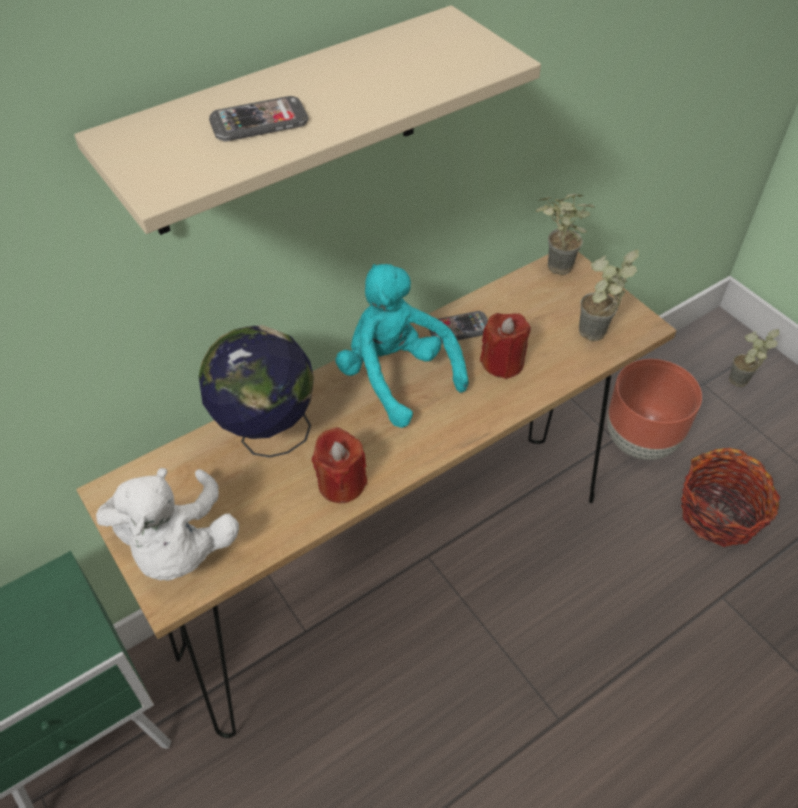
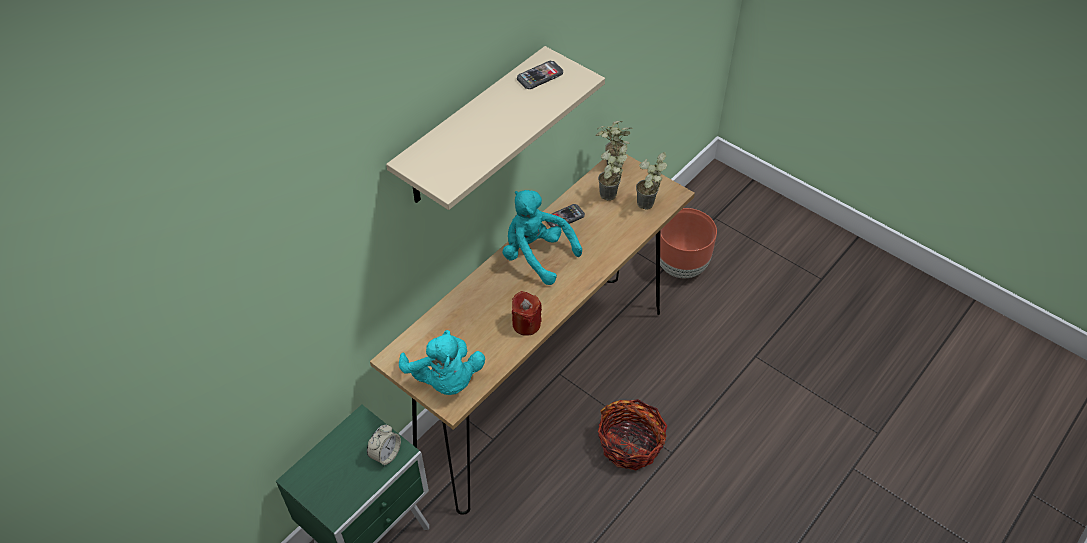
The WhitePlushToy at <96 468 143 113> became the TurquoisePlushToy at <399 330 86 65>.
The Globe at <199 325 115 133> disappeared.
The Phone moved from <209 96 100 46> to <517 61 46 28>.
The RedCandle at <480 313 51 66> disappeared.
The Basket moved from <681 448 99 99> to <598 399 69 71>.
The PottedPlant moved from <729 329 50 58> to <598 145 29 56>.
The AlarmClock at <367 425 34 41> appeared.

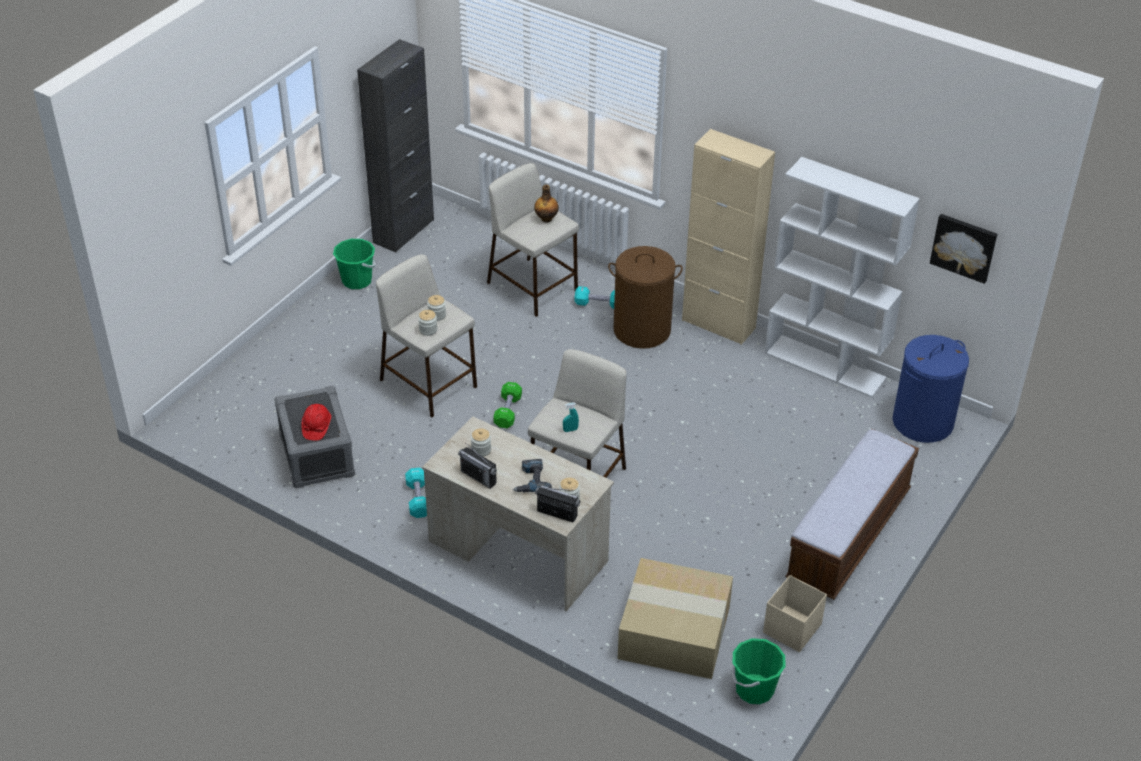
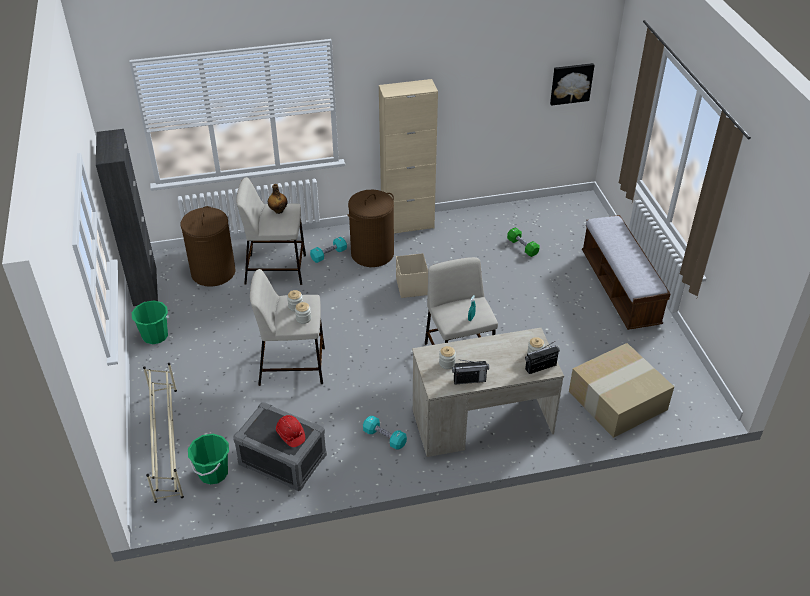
The GreenDumbbell moved from <494 382 28 46> to <507 227 33 30>.
The PowerDrill at <513 459 39 33> disappeared.
The GreenBucket moved from <731 638 55 66> to <188 434 41 51>.
The BeigeStorageBox moved from <763 575 64 77> to <396 253 32 45>.
The WhiteBookcase at <764 157 156 241> disappeared.
The BlueLaundryBasket at <892 335 77 108> disappeared.
The BeigeShoeRack at <143 363 41 140> appeared.
The BrownLaundryBasket at <181 206 55 81> appeared.

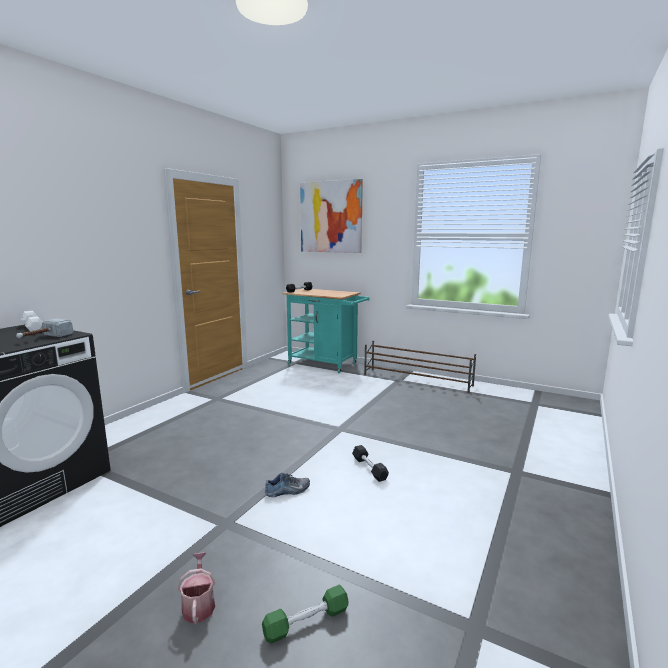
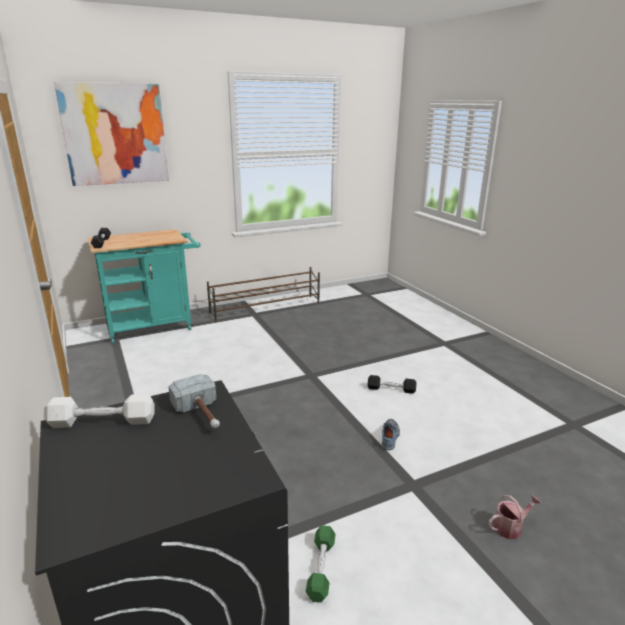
The WateringCan at <178 552 37 72> turned 135 degrees clockwise.
The GreenDumbbell moved from <262 585 87 59> to <306 525 30 78>.

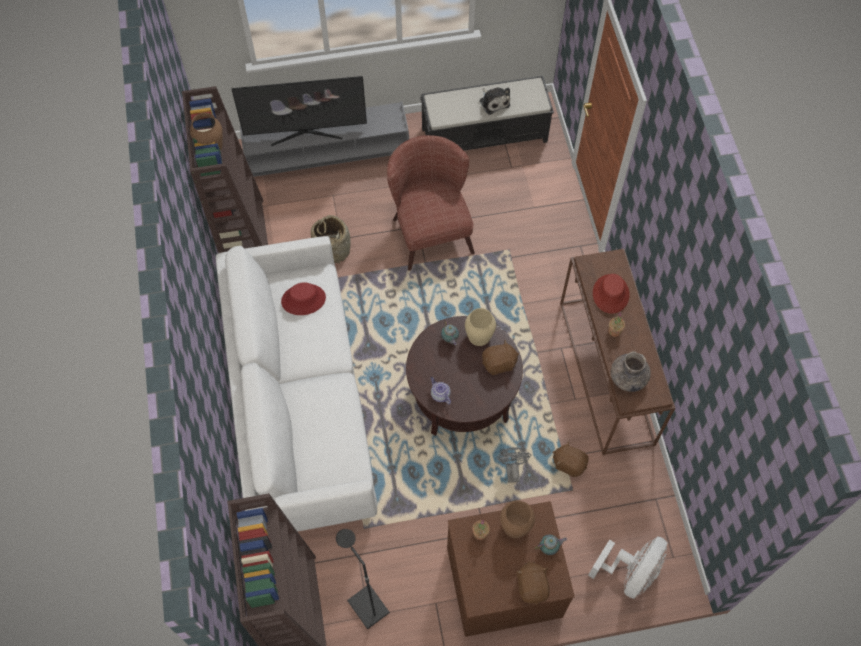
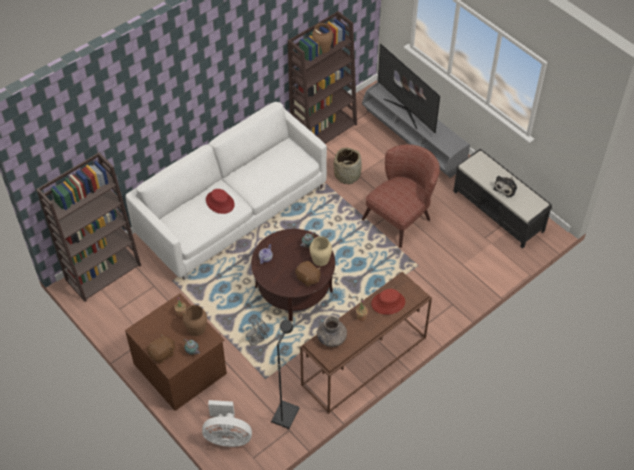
The RedHat moved from <281 282 45 33> to <206 189 28 25>.
The BlackFloorLamp moved from <336 529 54 100> to <271 320 29 109>.
The BrownPlushToy at <552 441 37 36> disappeared.

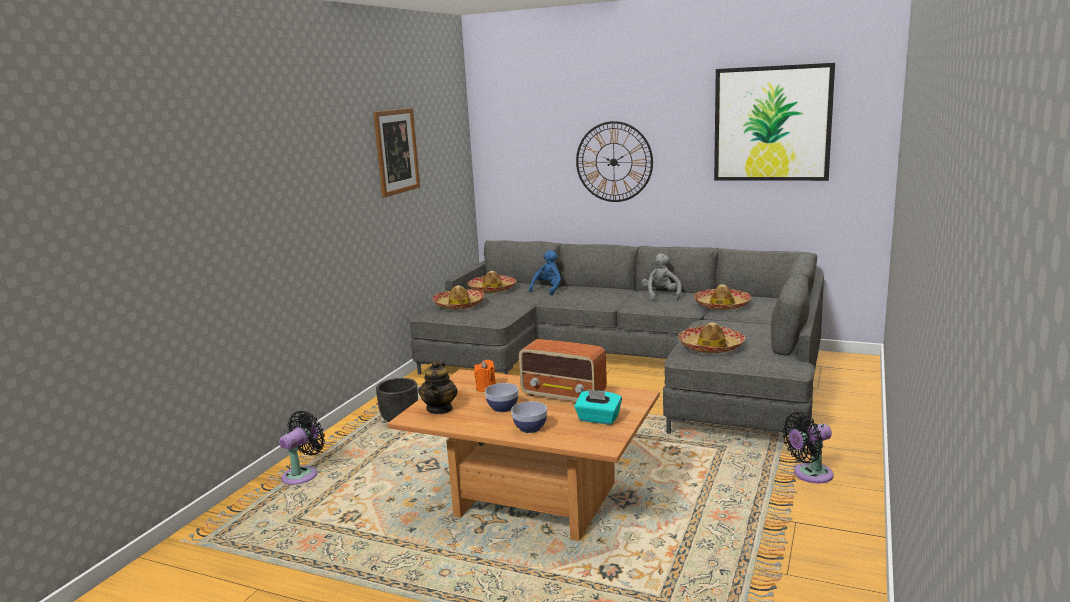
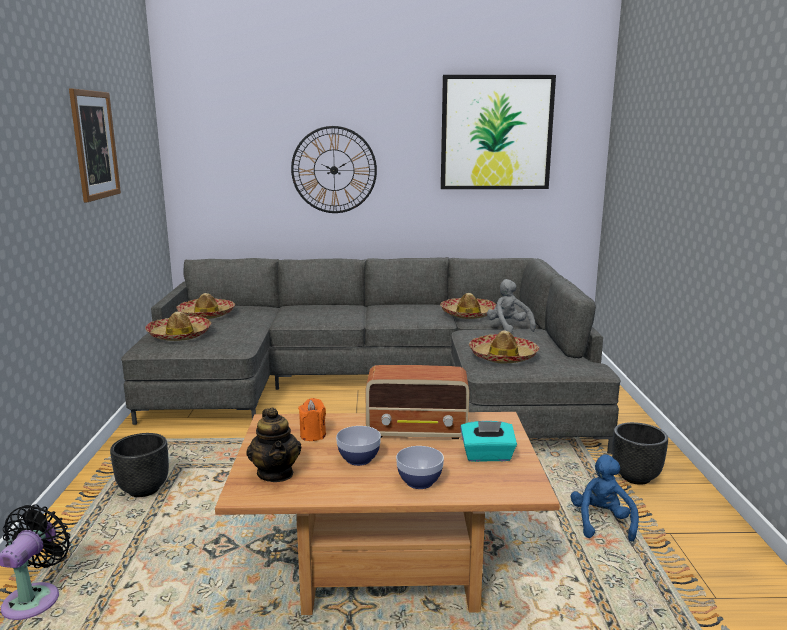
The BluePlushToy moved from <529 250 32 45> to <571 455 68 87>.
The GreyPlushToy moved from <642 253 40 47> to <487 279 49 54>.
The BlackFan at <782 412 52 71> was replaced by the BlackPlanter at <612 422 56 63>.

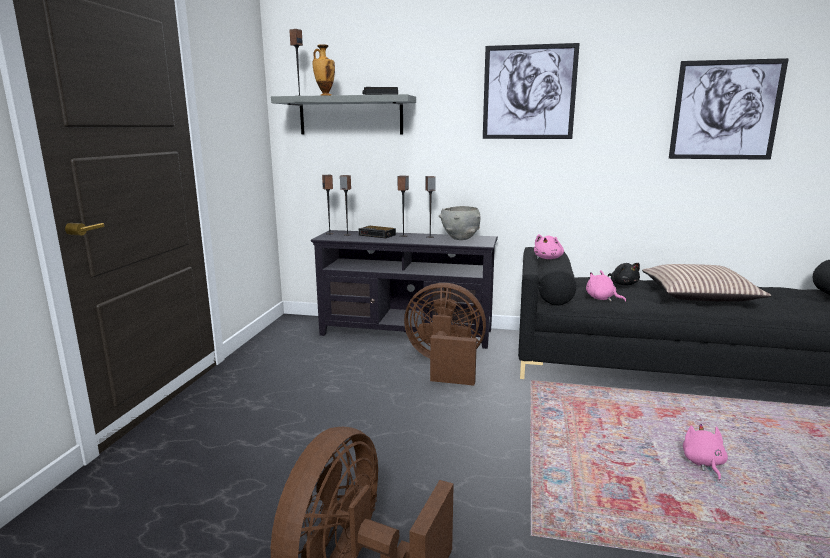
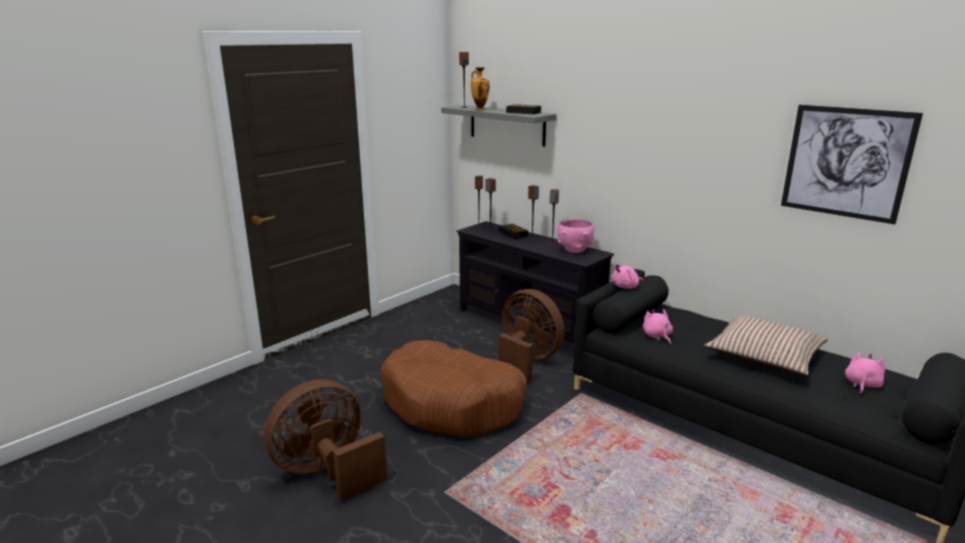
The GreyBowl at <439 206 41 34> became the PinkBowl at <556 219 39 34>.
The Picture at <483 43 97 96> disappeared.
The BlackPlushToy at <608 263 32 23> disappeared.
The PinkPlushToy moved from <683 423 45 58> to <845 352 40 42>.
The BrownDogBed at <380 340 148 97> appeared.

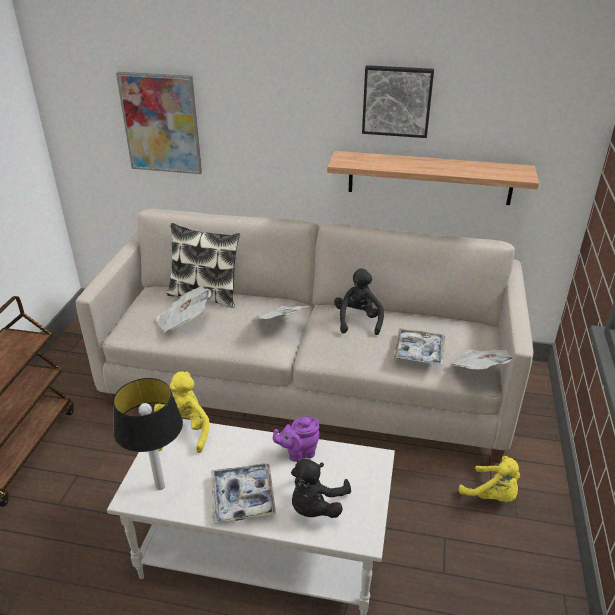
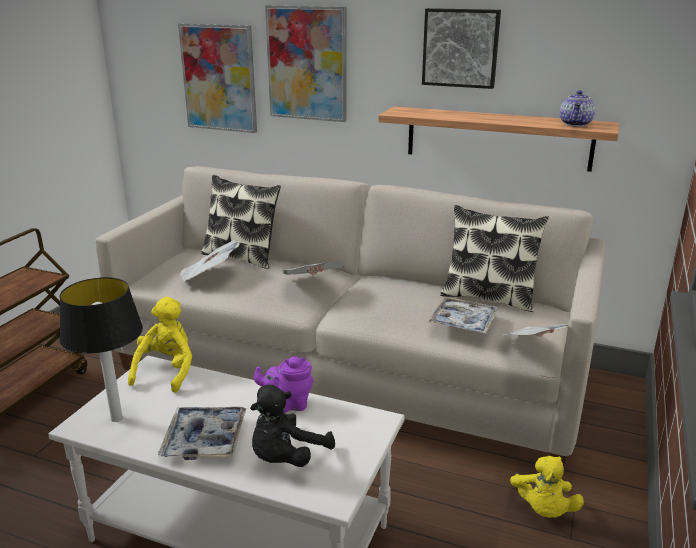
The BlackPlushToy at <334 269 50 66> disappeared.
The YellowPlushToy at <459 456 61 46> turned 45 degrees clockwise.
The Picture at <265 5 82 117> appeared.
The Pillow at <440 205 109 107> appeared.
The Teapot at <560 90 35 37> appeared.

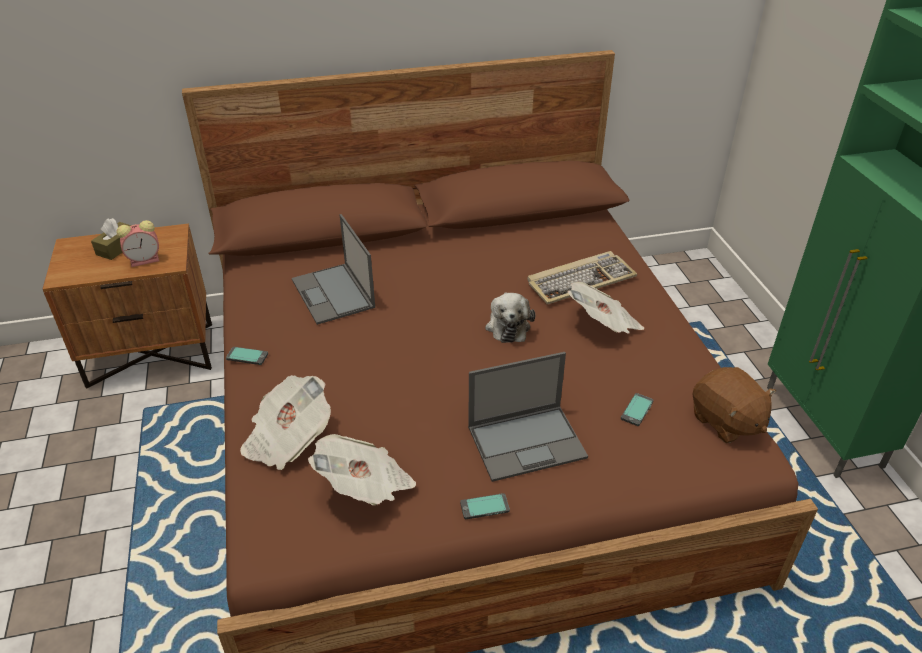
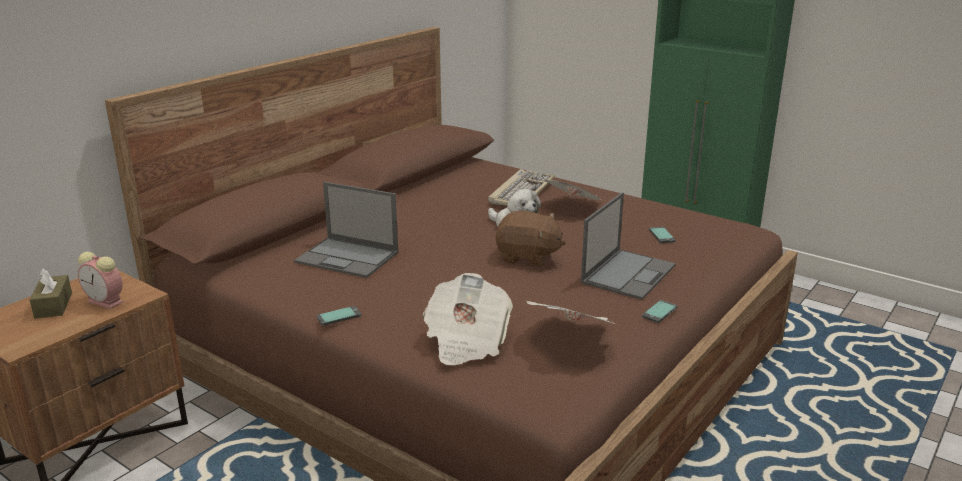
The AlarmClock at <116 220 43 47> turned 90 degrees clockwise.
The BrownPlushToy moved from <693 367 83 76> to <496 211 70 56>.

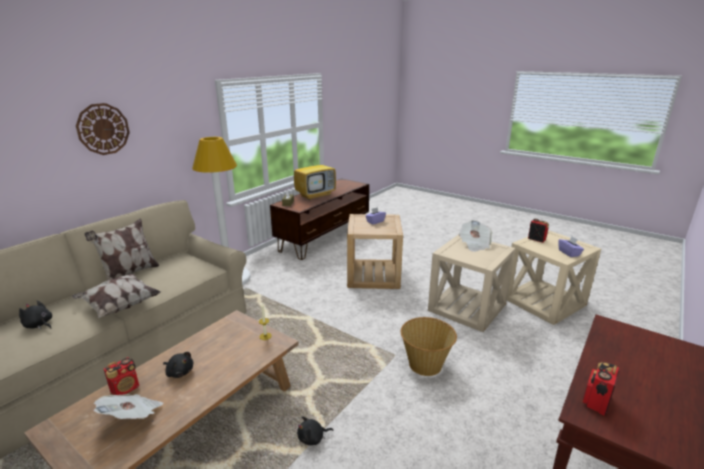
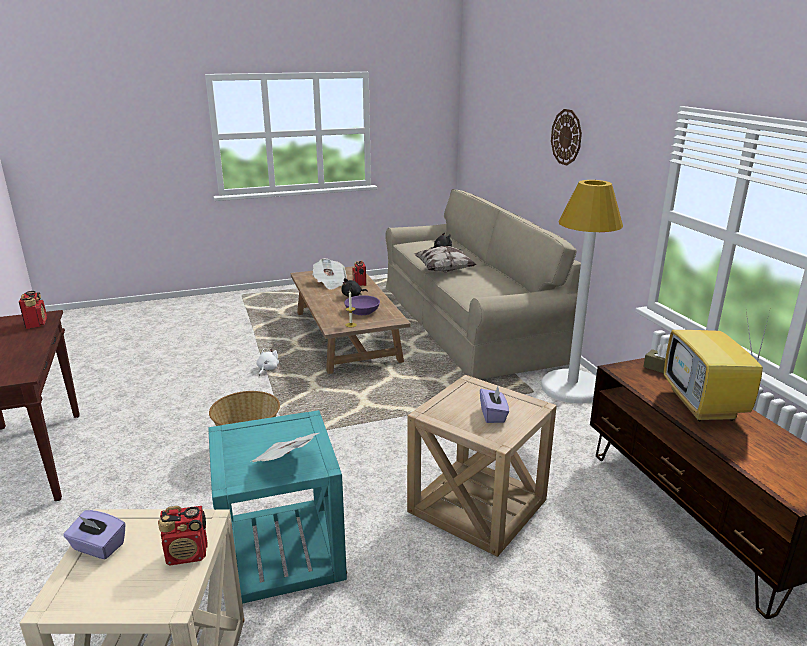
The Pillow at <84 218 75 62> disappeared.
The BlackPlushToy at <297 416 36 29> became the WhitePlushToy at <256 348 23 28>.
The BeigeSideTable at <428 234 87 98> became the TurquoiseSideTable at <208 410 139 194>.
The PurpleBowl at <344 295 36 20> appeared.

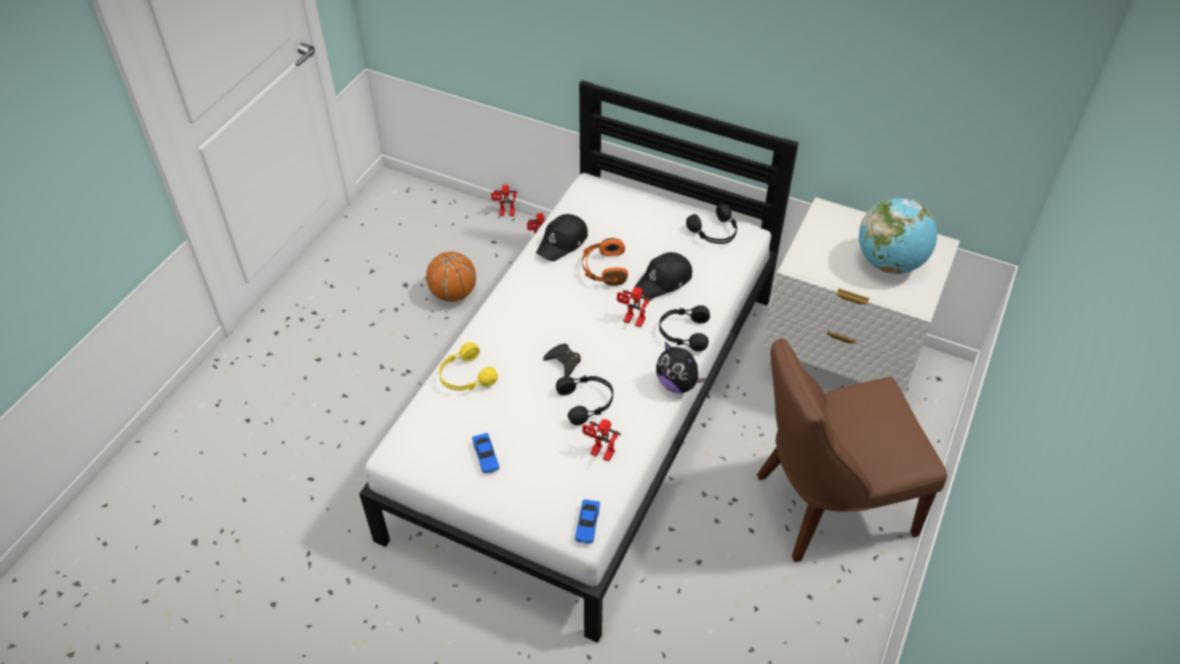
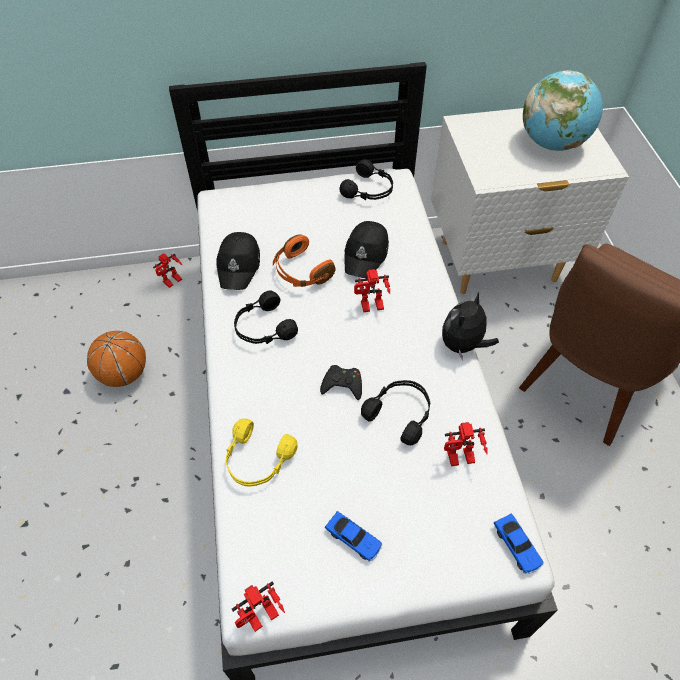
The ToyRobot moved from <491 185 26 31> to <232 581 53 51>.
The PlushToy at <656 342 50 51> turned 120 degrees clockwise.
The BlackHeadphones moved from <659 305 51 47> to <234 291 64 53>.

